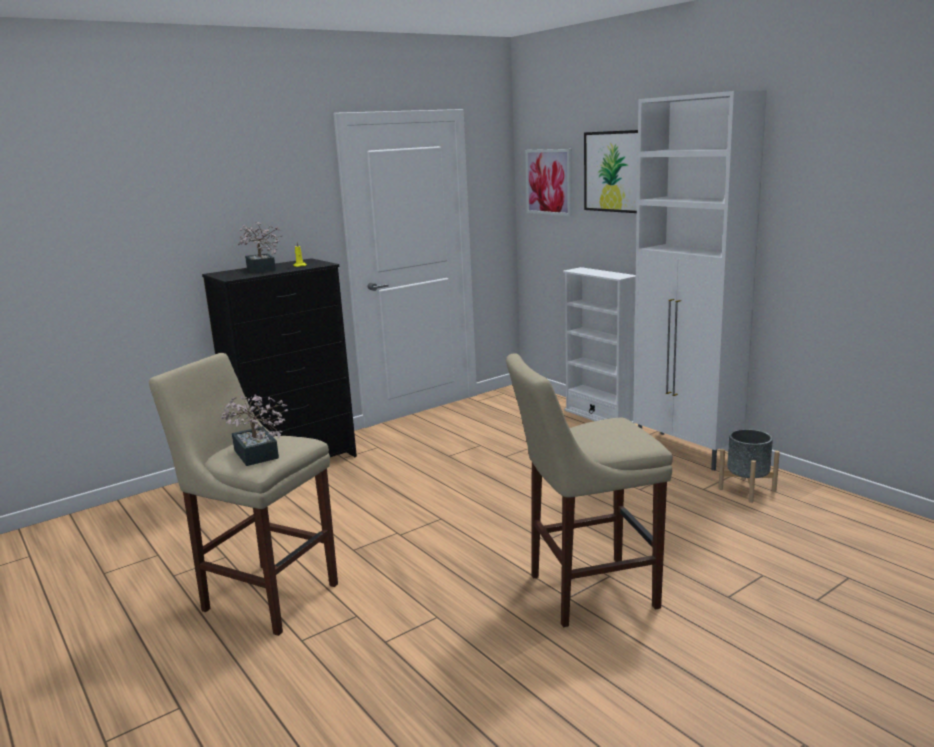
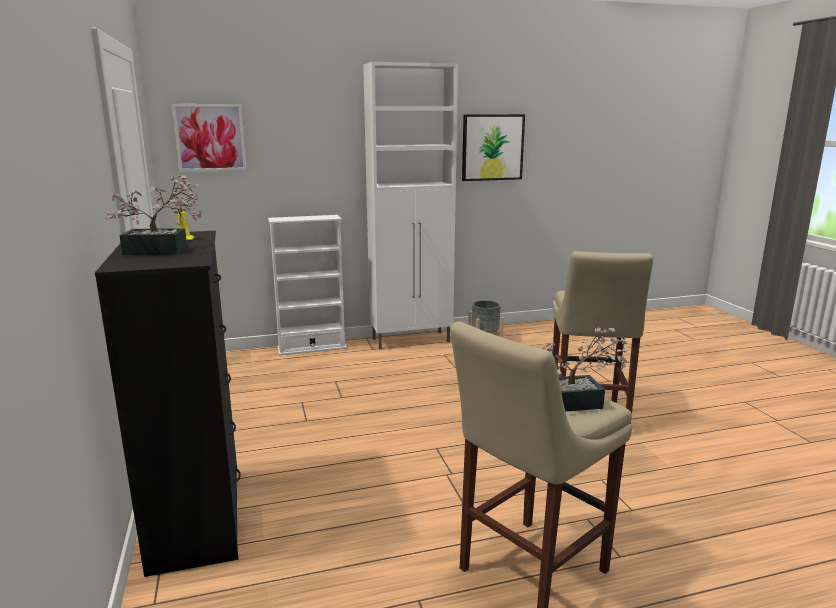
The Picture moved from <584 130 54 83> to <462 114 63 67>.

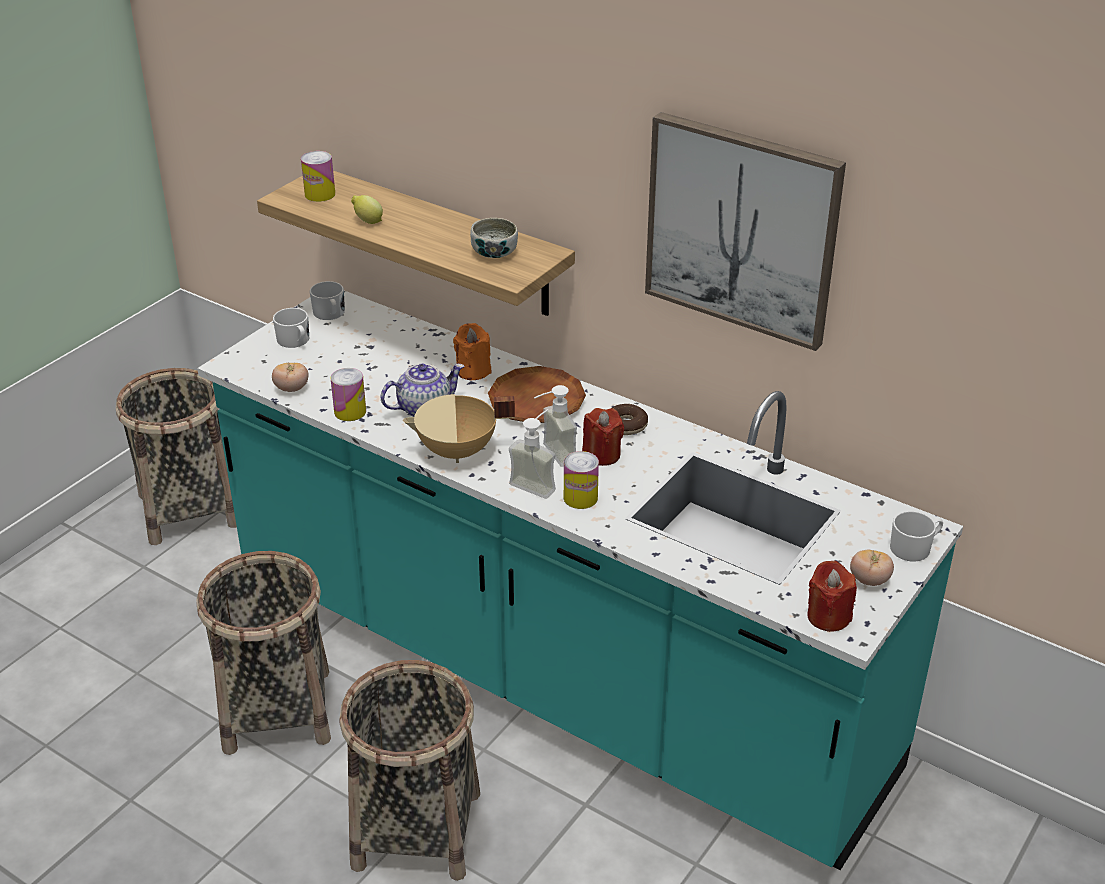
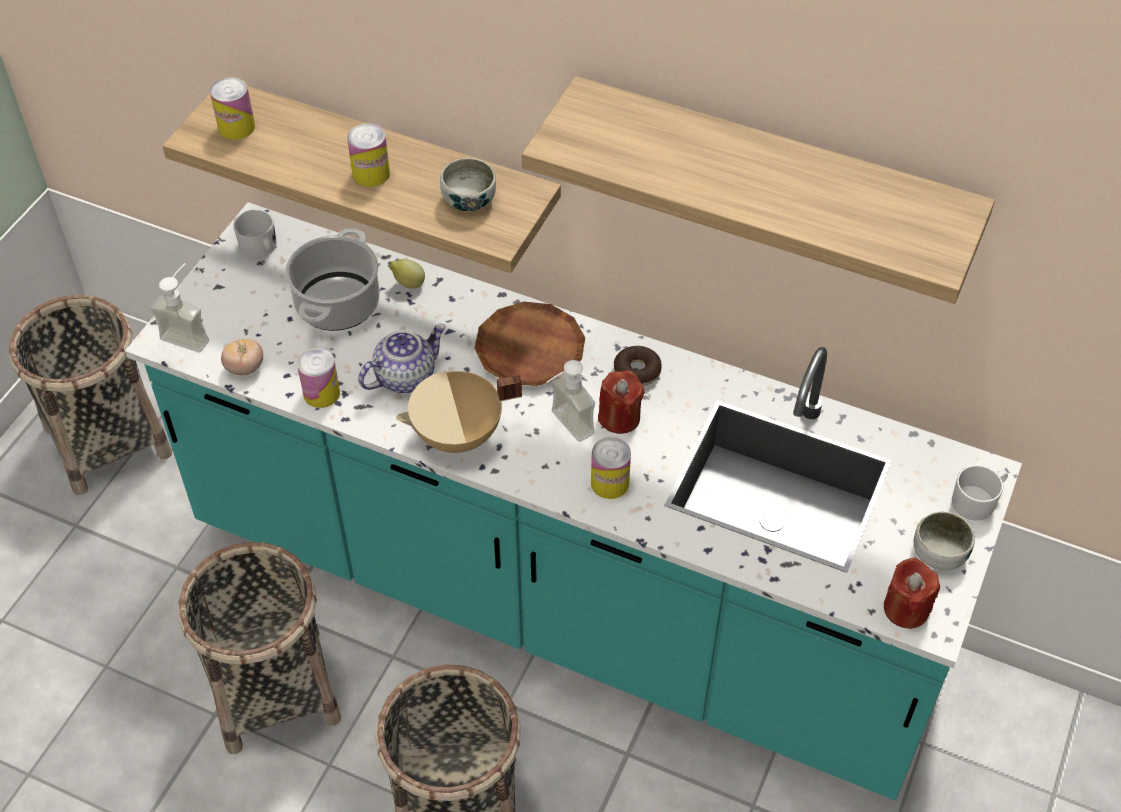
The WhiteMug at <273 308 36 40> disappeared.
The Lemon moved from <351 195 32 29> to <389 259 36 30>.
The OrangeCandle at <453 323 38 57> disappeared.
The SoapDispenser moved from <509 409 47 90> to <151 263 58 90>.
The Picture at <645 112 201 239> was replaced by the Shelf at <522 76 473 228>.
The Tomato at <850 550 44 36> was replaced by the Bowl at <913 512 62 58>.
The CookingPot at <285 228 95 103> appeared.
The Can at <347 123 43 64> appeared.

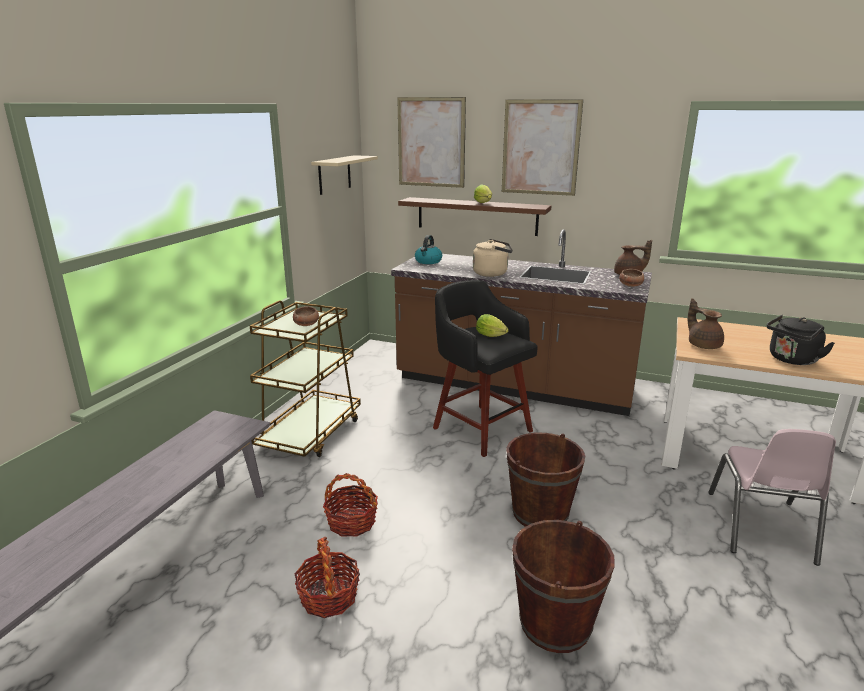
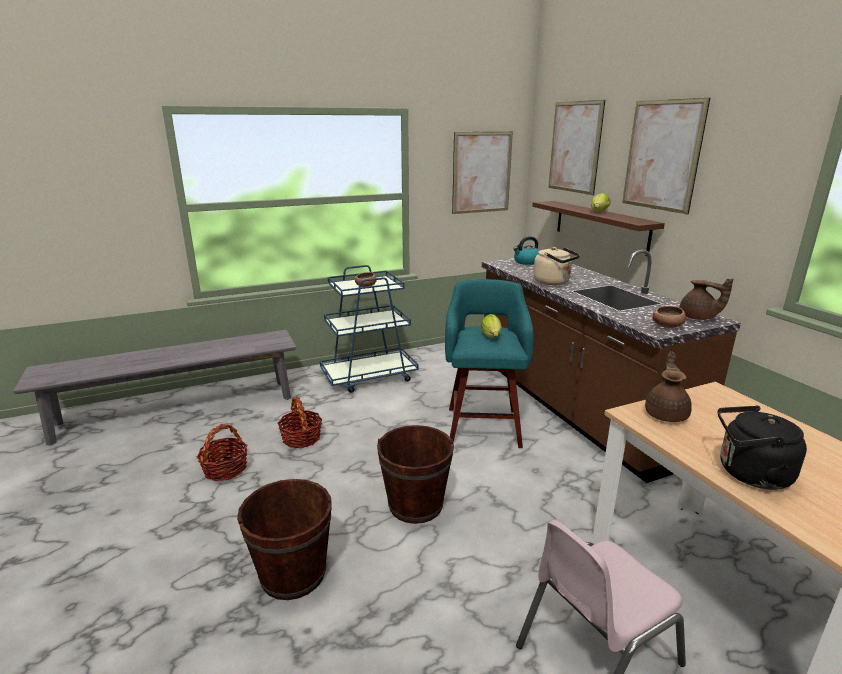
The BrownCart at <250 300 111 157> became the BlueCart at <320 265 99 128>.
The BeigeShelf at <311 155 67 40> was replaced by the Picture at <452 132 61 82>.
The BlackStool at <433 280 105 177> became the TurquoiseStool at <445 279 89 169>.

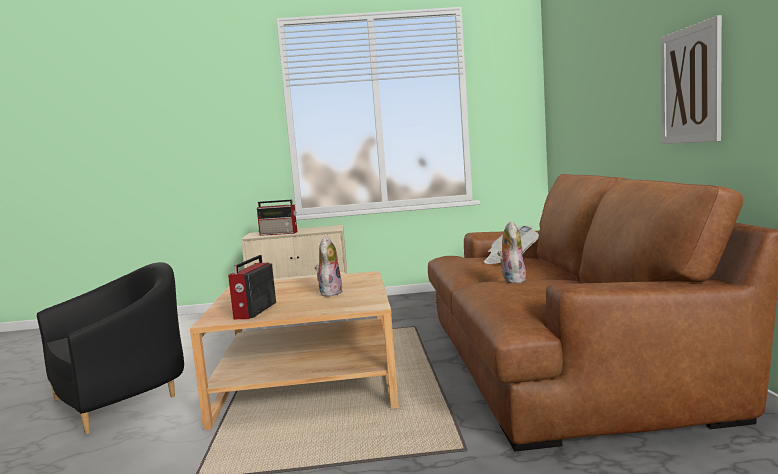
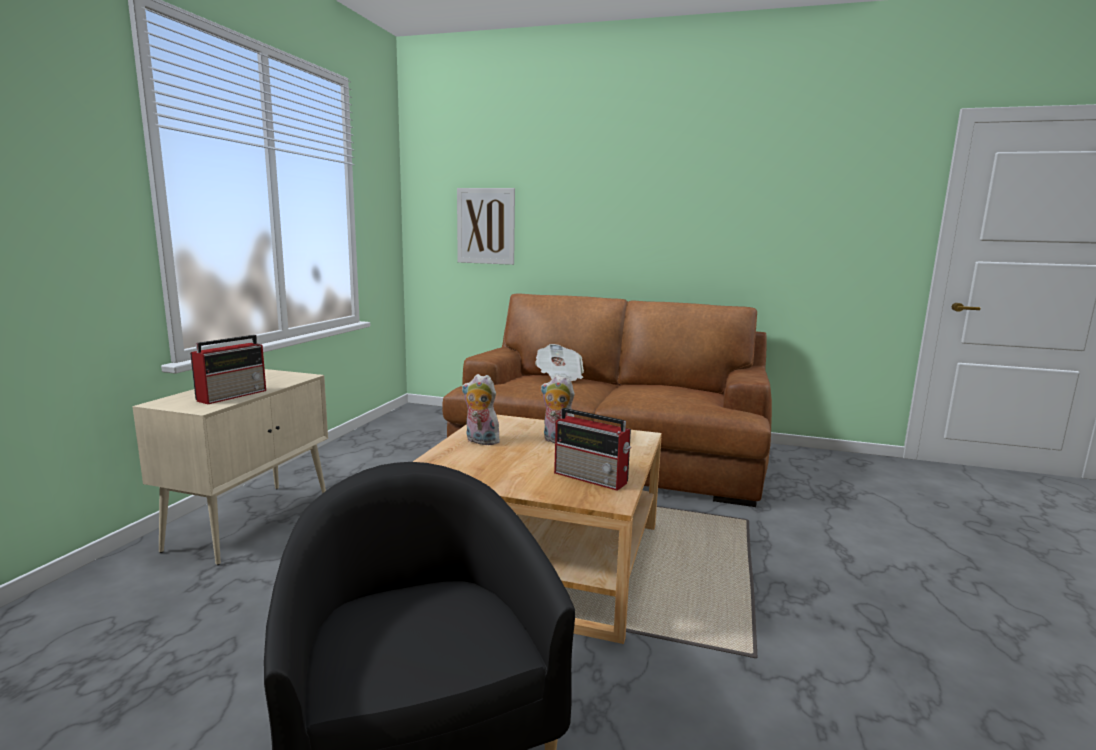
The PlushToy moved from <497 221 30 63> to <462 374 38 71>.
The Picture moved from <661 15 61 129> to <457 188 58 77>.

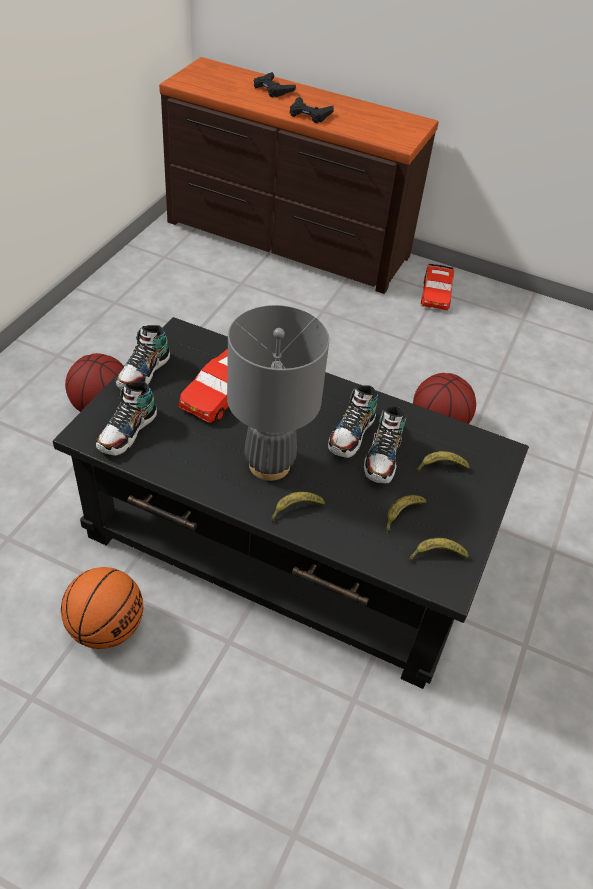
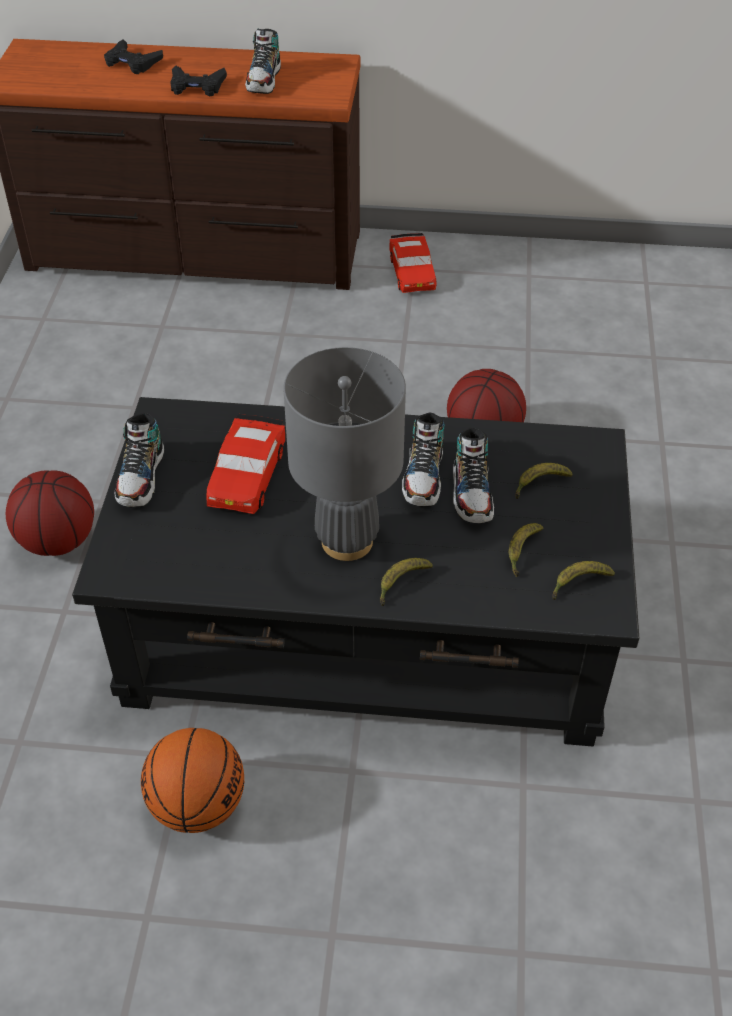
The Shoe moved from <96 382 61 74> to <245 29 36 65>.

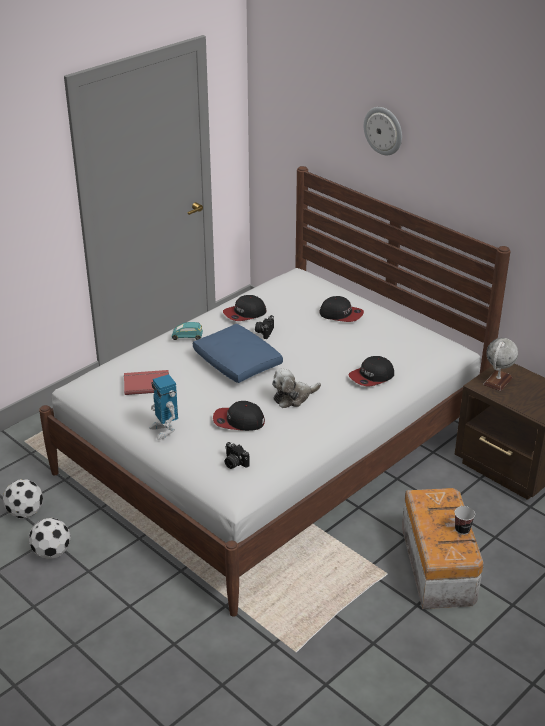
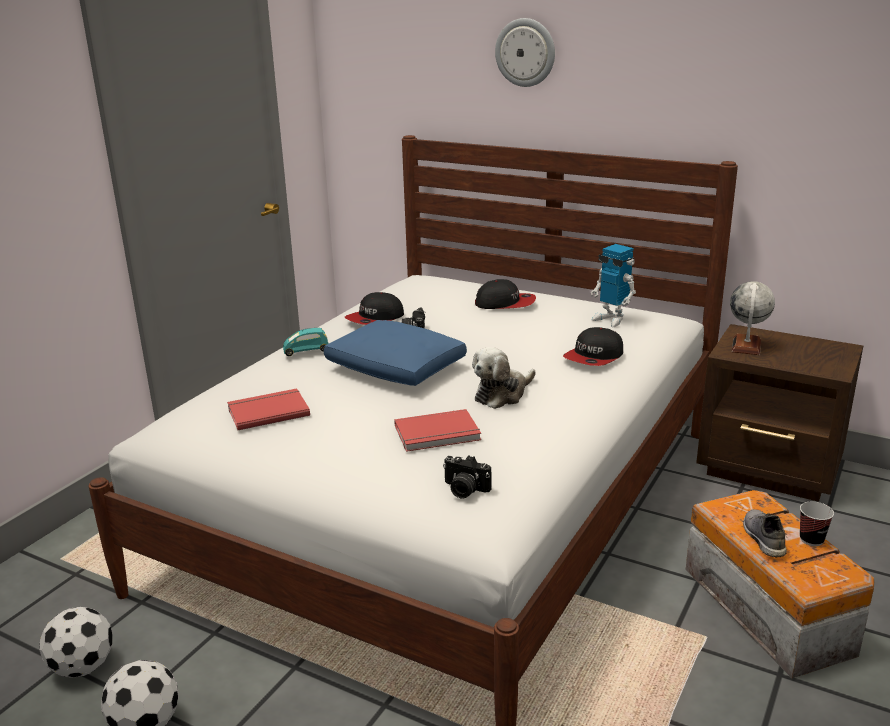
The ToyRobot moved from <149 374 29 66> to <591 244 45 83>.
The Cap at <213 401 52 30> was replaced by the RedBook at <394 409 87 43>.
The GreyShoe at <743 509 44 49> appeared.

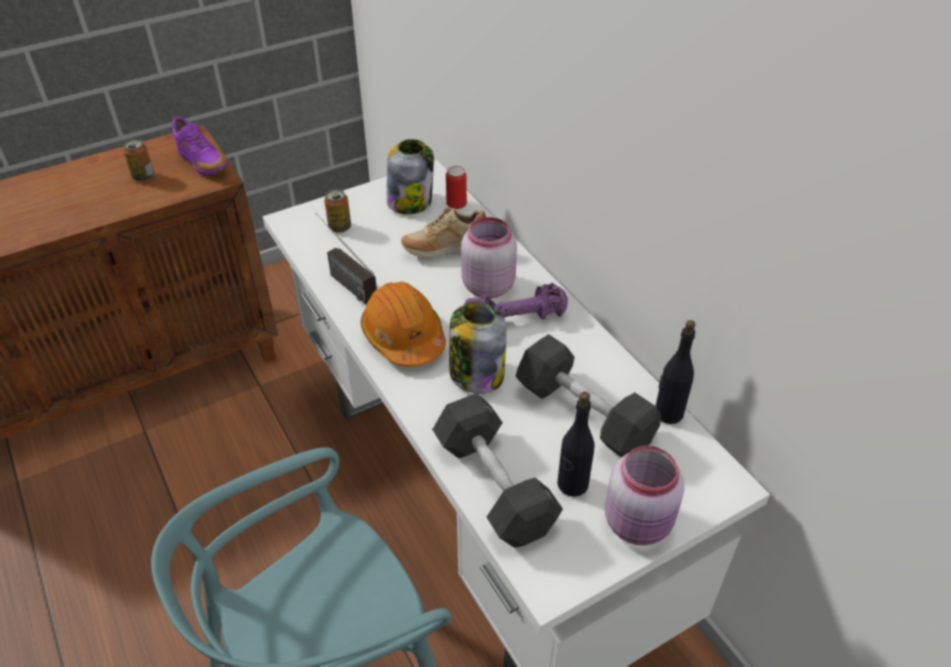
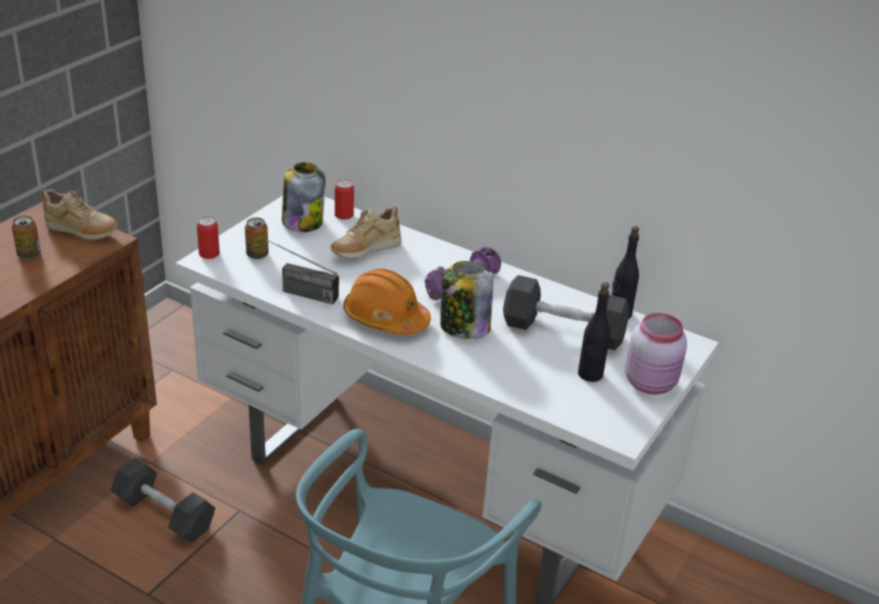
The PurpleShoe at <172 116 56 60> became the BeigeShoe at <42 189 76 51>.
The BlackDumbbell moved from <432 393 131 155> to <111 457 104 86>.
The PinkJar at <461 217 56 81> disappeared.
The Can at <197 216 23 43> appeared.

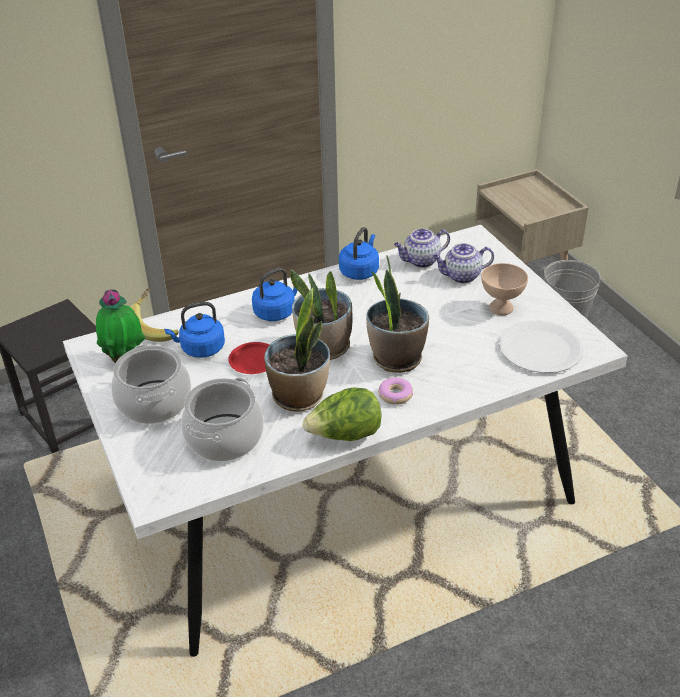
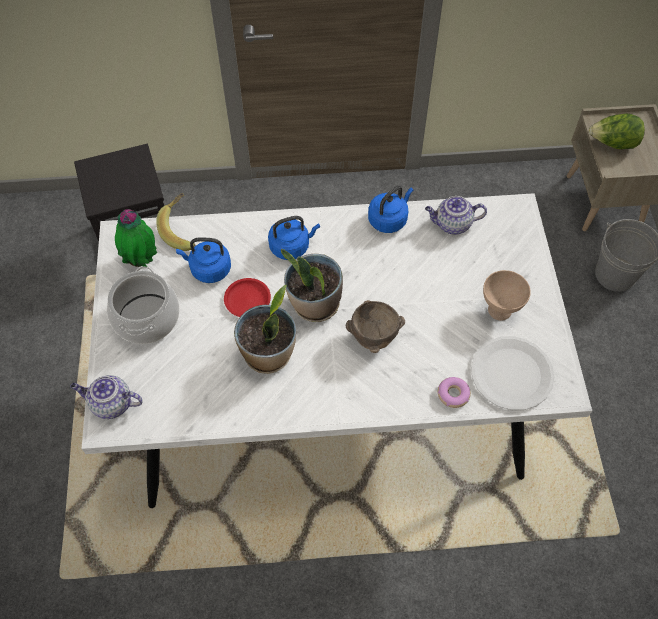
The CookingPot at <181 378 83 83> disappeared.
The Lettuce moved from <303 387 79 54> to <589 114 56 35>.
The PottedPlant at <366 255 63 118> was replaced by the BrownBowl at <346 300 59 53>.
The Donut moved from <378 378 35 27> to <438 377 33 31>.
The Teapot moved from <433 243 61 40> to <70 375 73 44>.

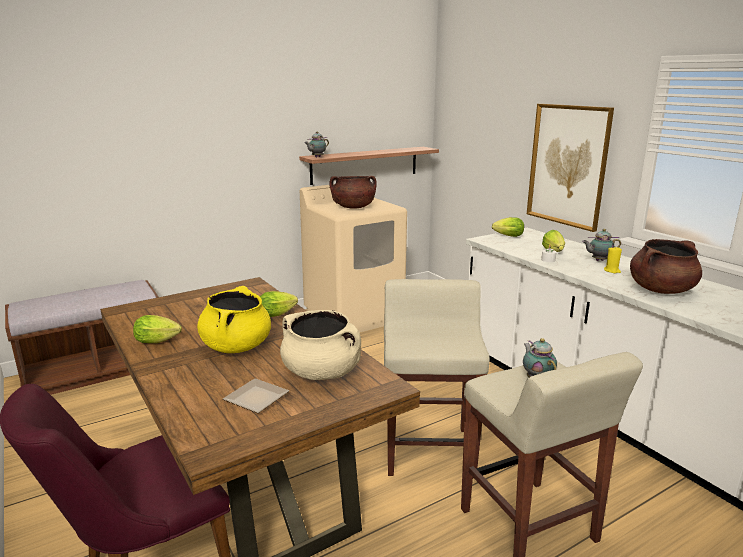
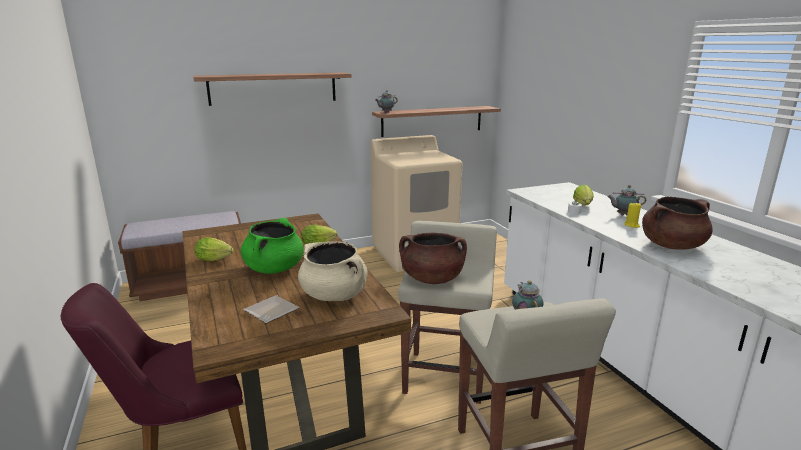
The YellowCookingPot at <197 286 74 67> became the GreenCookingPot at <241 218 63 56>.
The BrownCookingPot moved from <329 176 48 33> to <399 233 68 51>.
The Lettuce at <492 217 32 20> disappeared.
The Picture at <527 104 87 128> disappeared.
The Shelf at <193 73 159 33> appeared.

